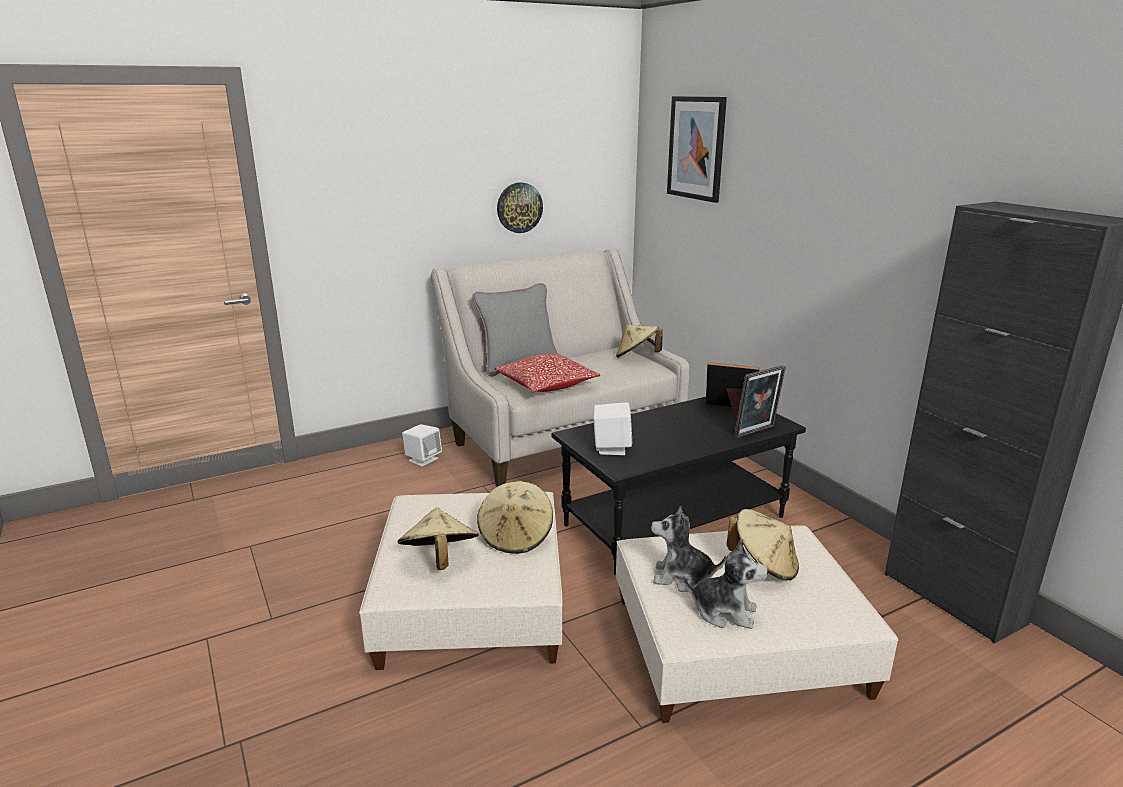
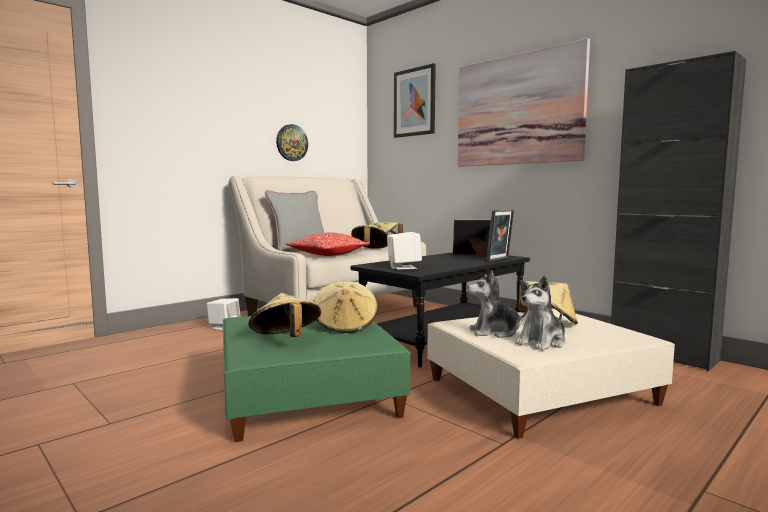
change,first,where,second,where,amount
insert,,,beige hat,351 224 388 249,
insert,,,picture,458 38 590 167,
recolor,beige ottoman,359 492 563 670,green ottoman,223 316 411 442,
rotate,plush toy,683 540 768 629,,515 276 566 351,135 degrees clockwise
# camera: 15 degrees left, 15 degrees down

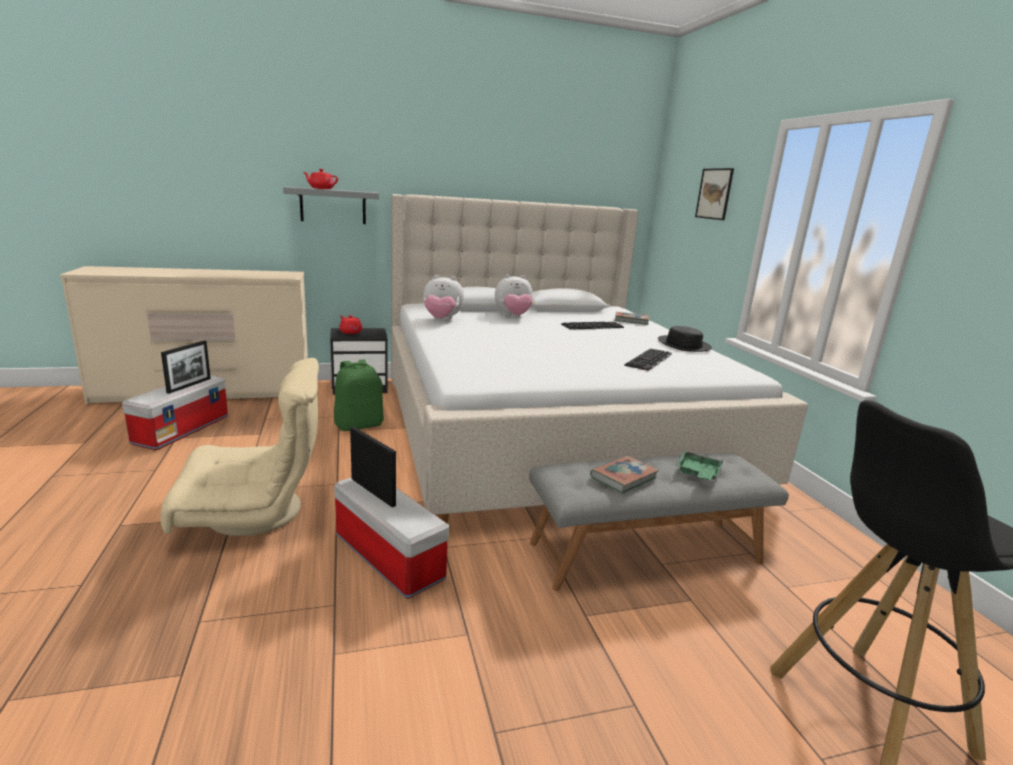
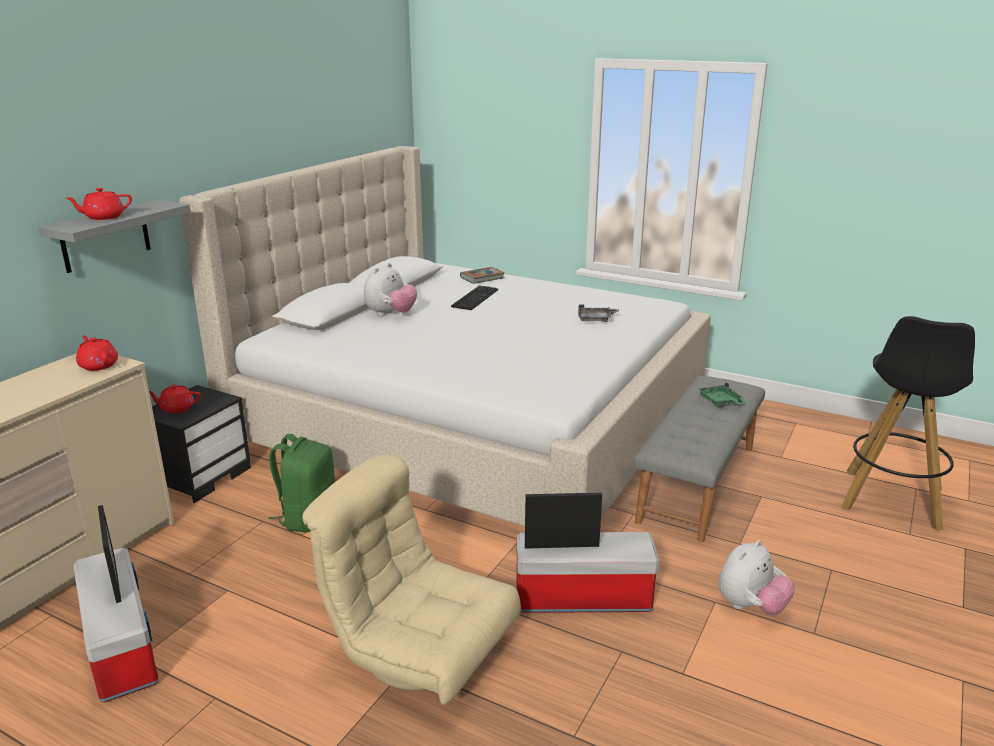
change,first,where,second,where,amount
delete,book,590 456 659 493,,,
delete,black hat,658 326 712 352,,,
delete,picture,695 168 734 220,,,
insert,,,red teapot,76 335 118 371,
move,plush toy,423 275 464 320,,718 540 795 615,
replace,keyboard,624 349 672 371,grey tray,578 304 619 322,
rotate,beige armchair,161 358 319 536,,302 454 521 705,90 degrees counterclockwise
# camera: 45 degrees left, 5 degrees up

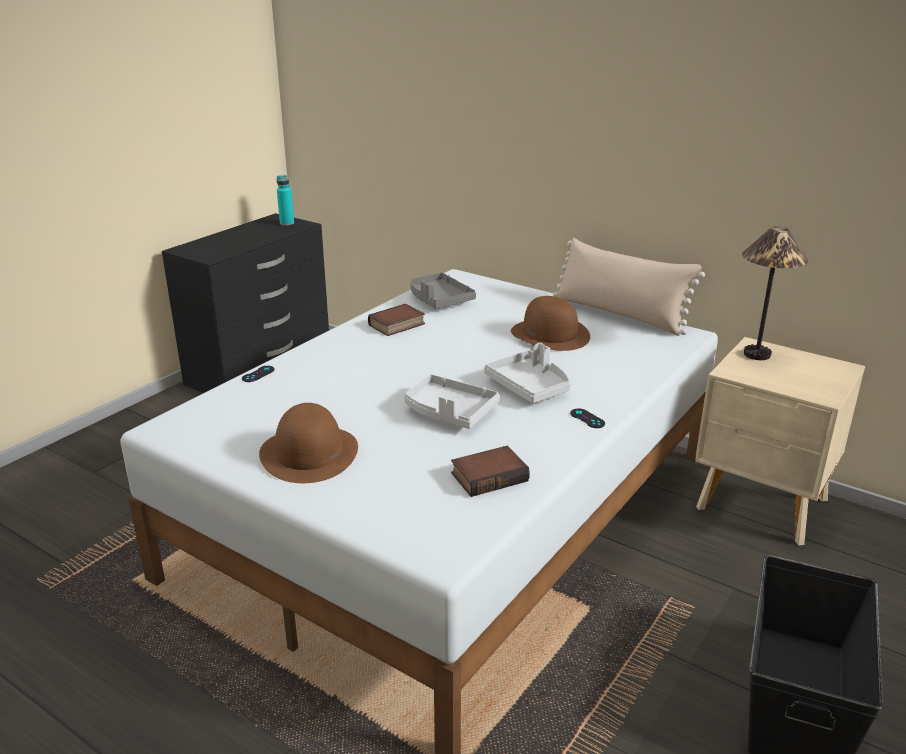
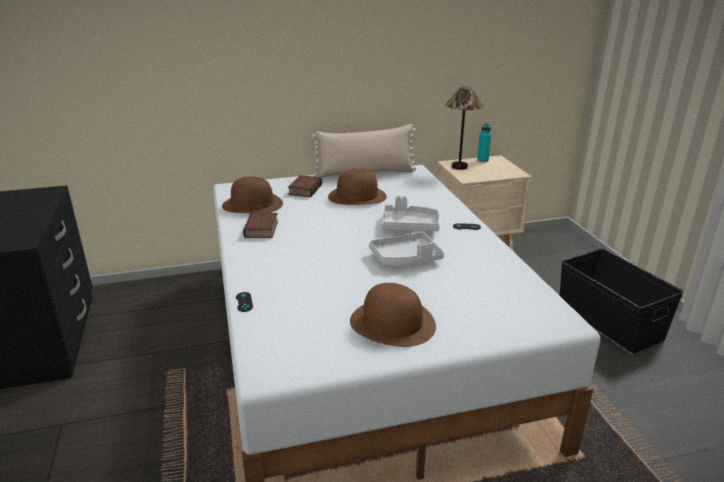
change,first,where,second,where,amount
move,turquoise bottle,277 175 294 226,,477 123 491 162,
move,book,451 446 530 497,,288 175 322 197,
replace,grey tray,410 272 476 309,brown hat,222 176 283 214,
# camera: 50 degrees left, 0 degrees up

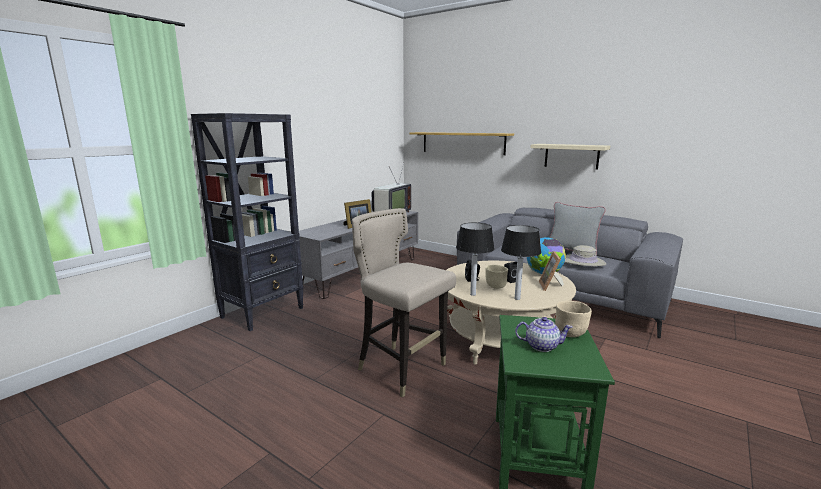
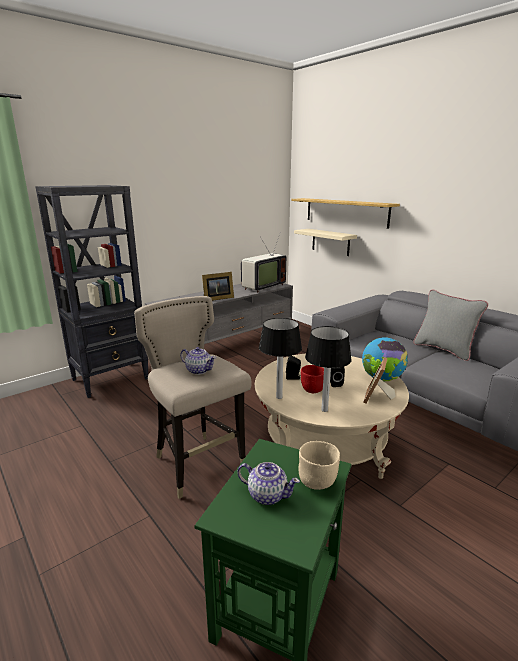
change,first,where,second,where,amount
delete,beige hat,565 245 607 266,,,
insert,,,teapot,180 347 216 375,
move,beige shelf,530 144 610 170,,294 229 357 256,
recolor,beige bowl,485 265 508 289,red bowl,301 365 324 393,
# camera: 15 degrees right, 5 degrees up

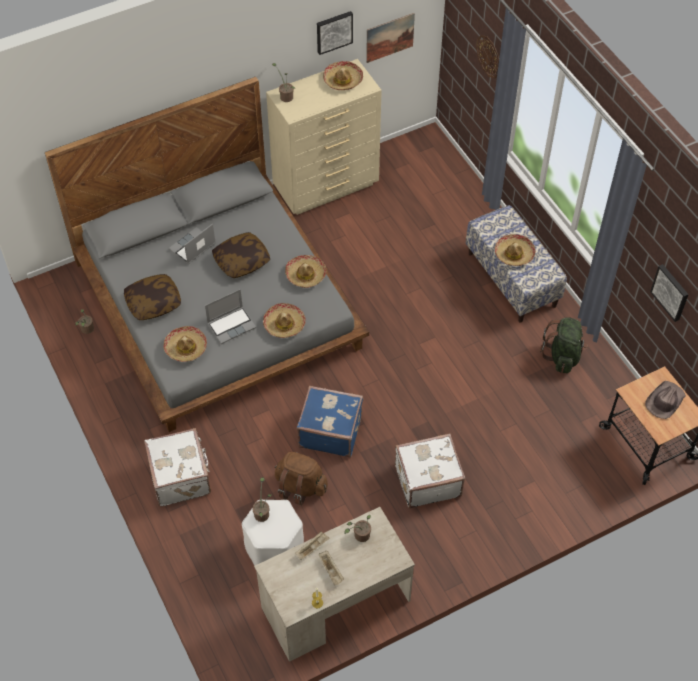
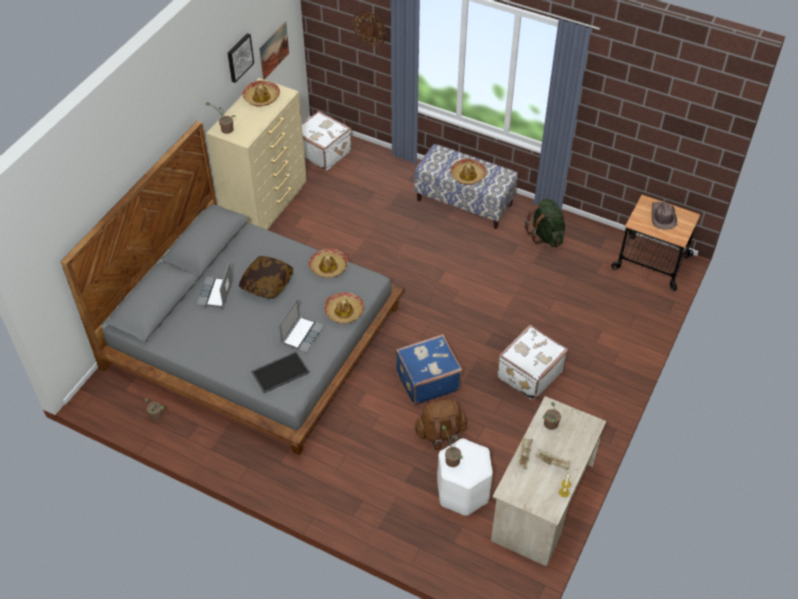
change,first,where,second,where,amount
delete,pillow,124 274 181 320,,,
delete,picture,650 264 689 322,,,
move,white suitcase,144 428 211 506,,302 111 352 171,
replace,hat,163 326 207 362,tray,251 351 310 393,
# camera: 35 degrees left, 5 degrees down

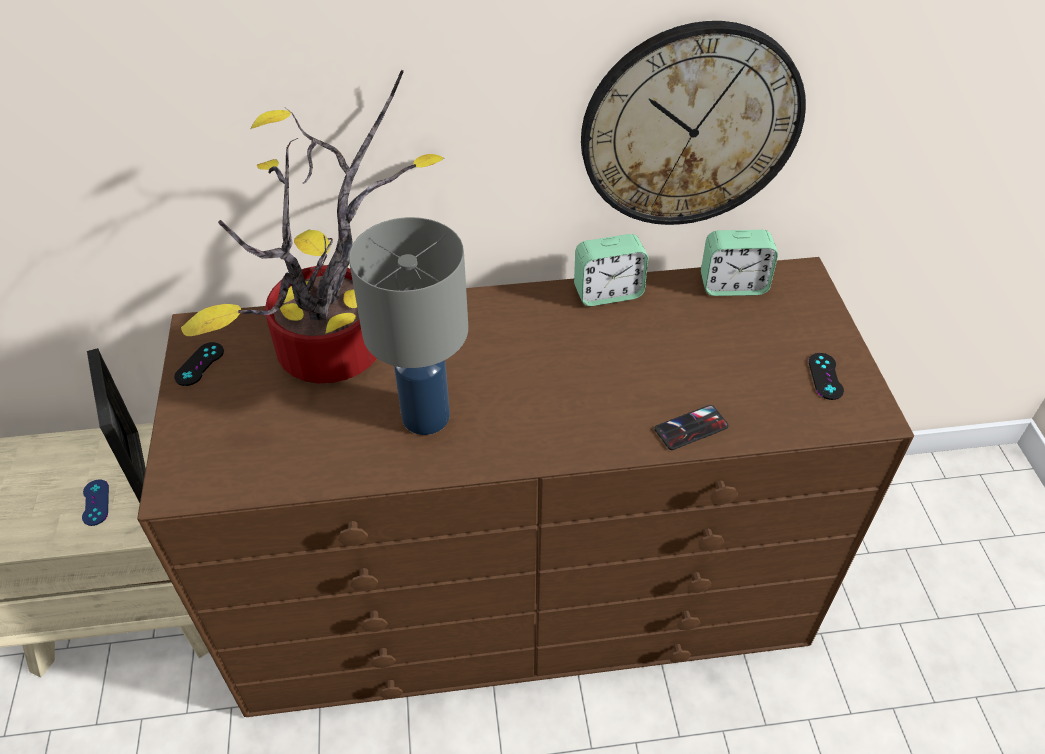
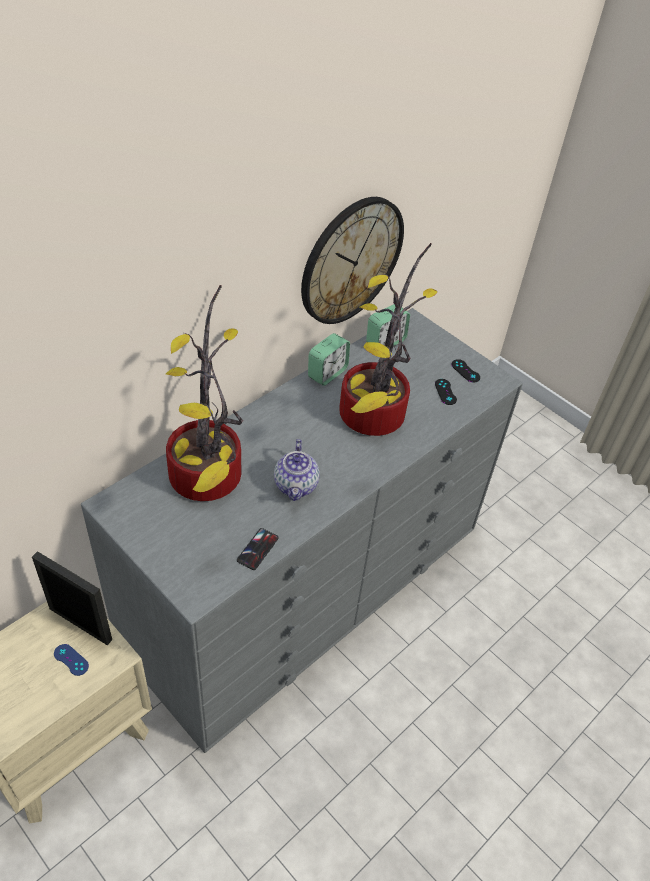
change,first,where,second,where,amount
insert,,,potted plant,339 243 437 436,
move,black game controller,174 342 224 386,,435 379 457 405,
move,phone,654 405 729 450,,237 528 279 570,
replace,grey table lamp,349 217 468 435,teapot,274 439 320 501,
recolor,brown dresser,137 257 914 717,grey dresser,81 308 523 753,
# camera: 40 degrees left, 0 degrees up

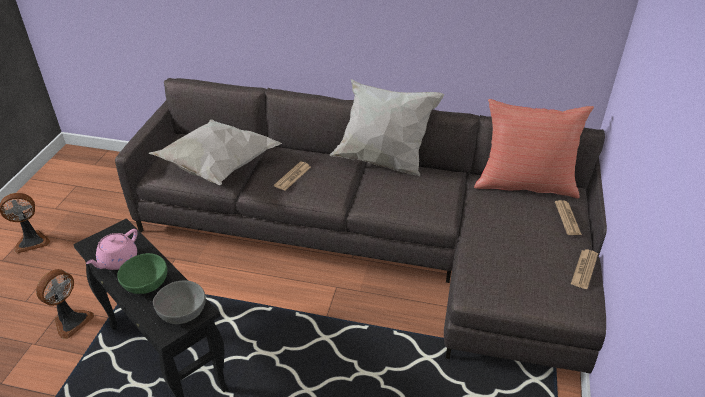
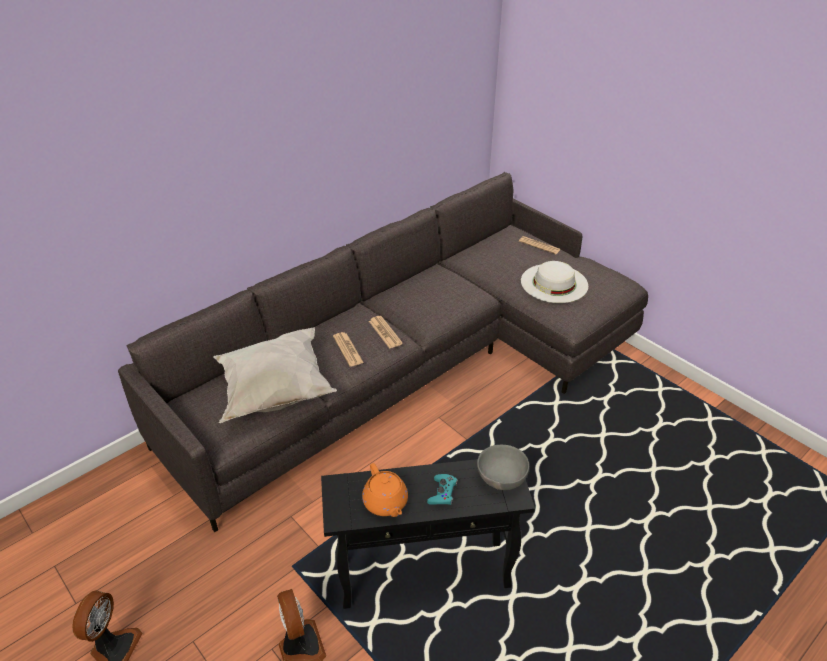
change,first,where,second,where,amount
delete,white pillow,330 79 444 176,,,
delete,red pillow,474 99 594 198,,,
insert,,,white hat,521 261 588 303,
move,newspaper,571 250 598 289,,369 316 403 349,
replace,green bowl,117 253 167 294,turquoise game controller,427 474 458 505,
recolor,pink teapot,86 229 138 270,orange teapot,362 463 408 517,
# camera: 55 degrees left, 0 degrees up

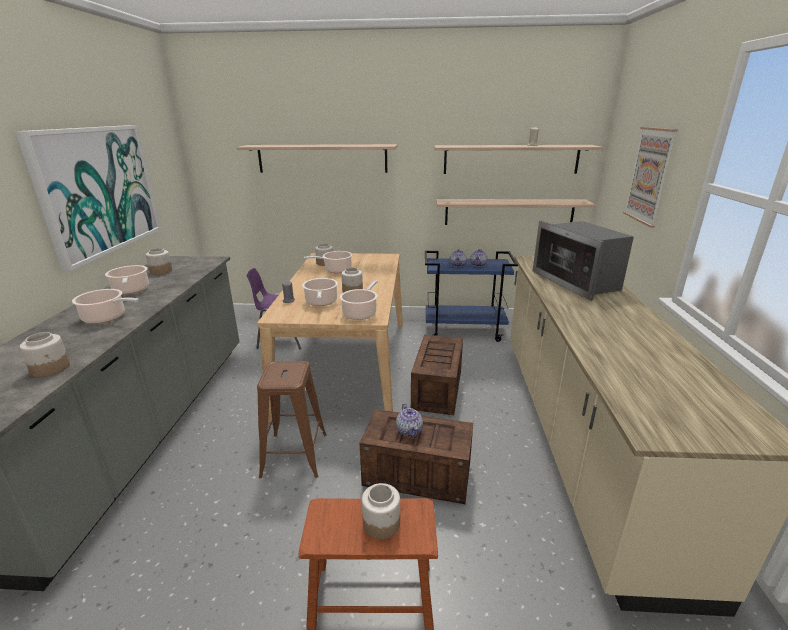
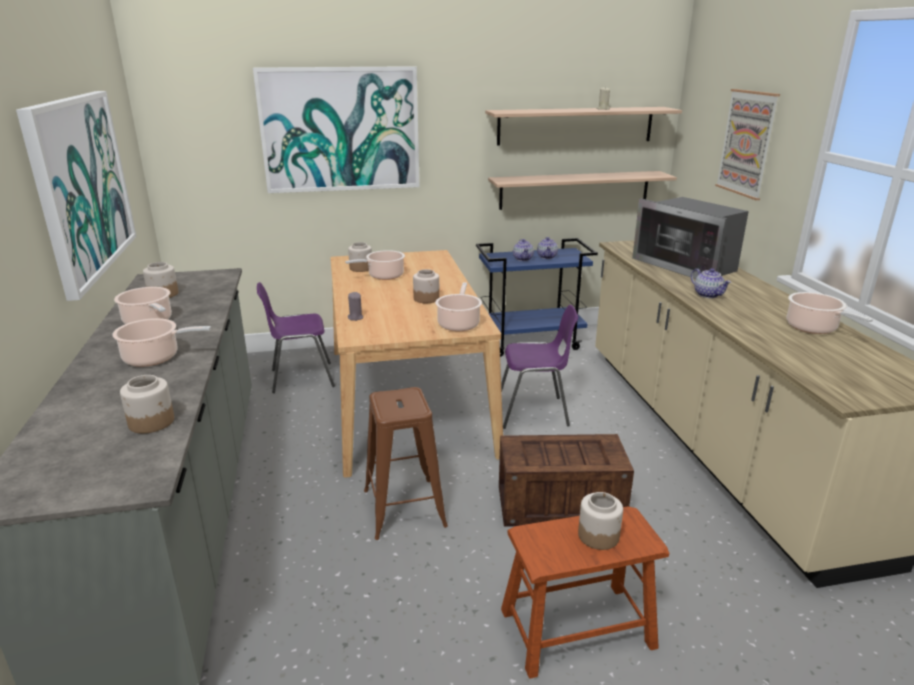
change,first,where,second,where,amount
move,cooking pot,302 278 338 306,,787 292 873 334,
move,teapot,396 403 423 437,,691 268 731 298,
replace,shelf,236 144 397 173,picture,253 66 420 193,
replace,crate,411 335 463 415,purple chair,501 305 578 429,
# camera: 15 degrees left, 0 degrees up

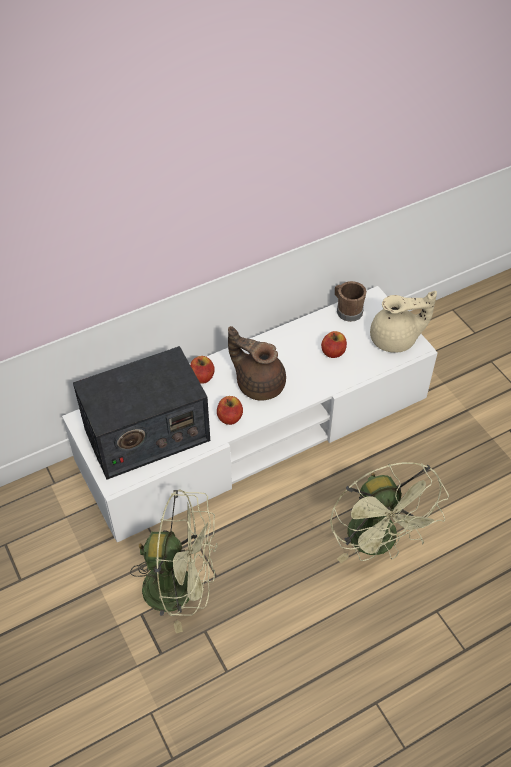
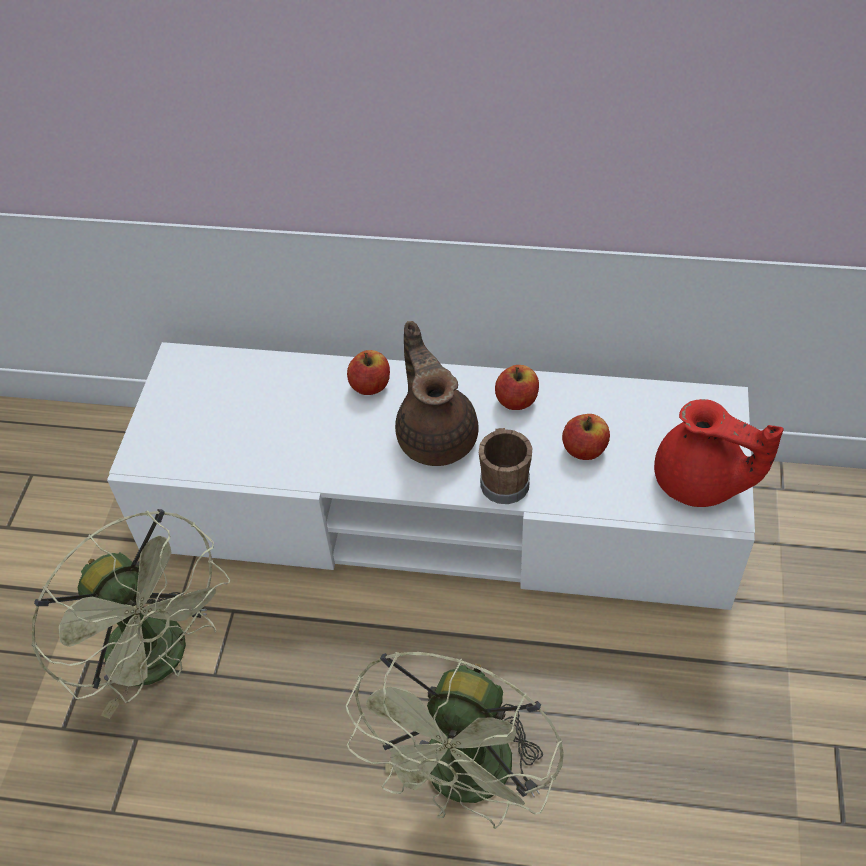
change,first,where,second,where,amount
delete,radio,73 346 210 480,,,
move,apple,217 396 243 425,,495 365 539 410,
move,brown mug,335 281 367 322,,479 428 532 504,
recolor,beige teapot,370 291 437 352,red teapot,654 399 784 507,
# camera: 40 degrees right, 0 degrees up

